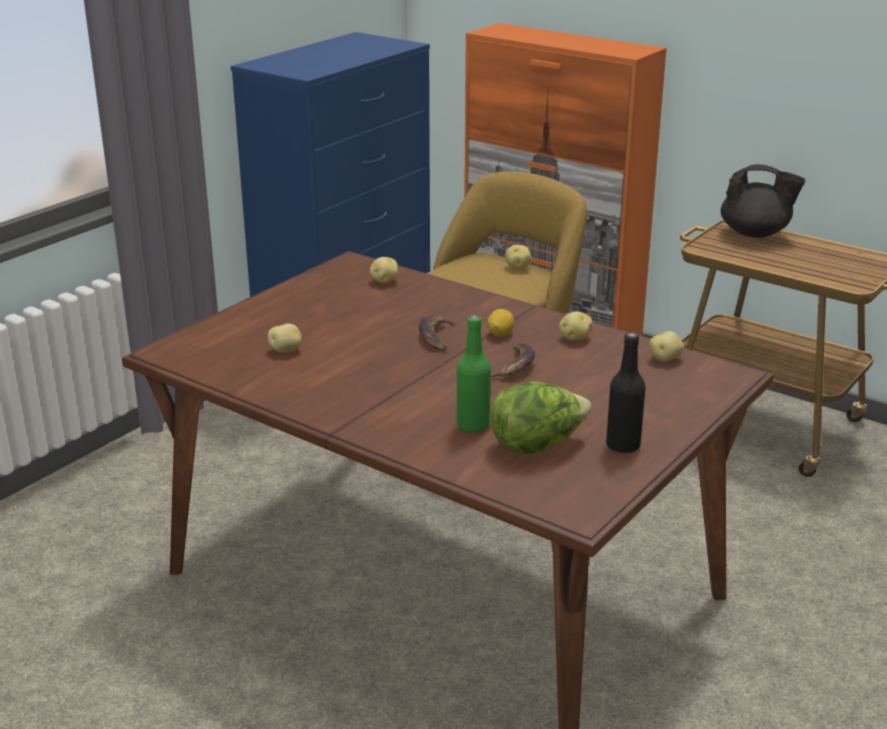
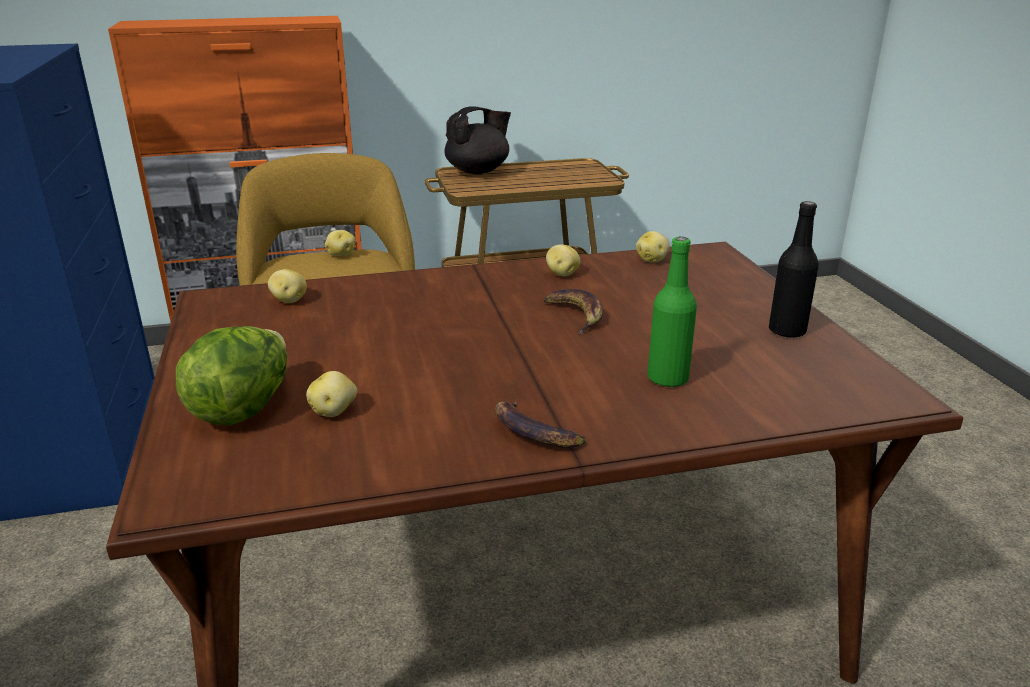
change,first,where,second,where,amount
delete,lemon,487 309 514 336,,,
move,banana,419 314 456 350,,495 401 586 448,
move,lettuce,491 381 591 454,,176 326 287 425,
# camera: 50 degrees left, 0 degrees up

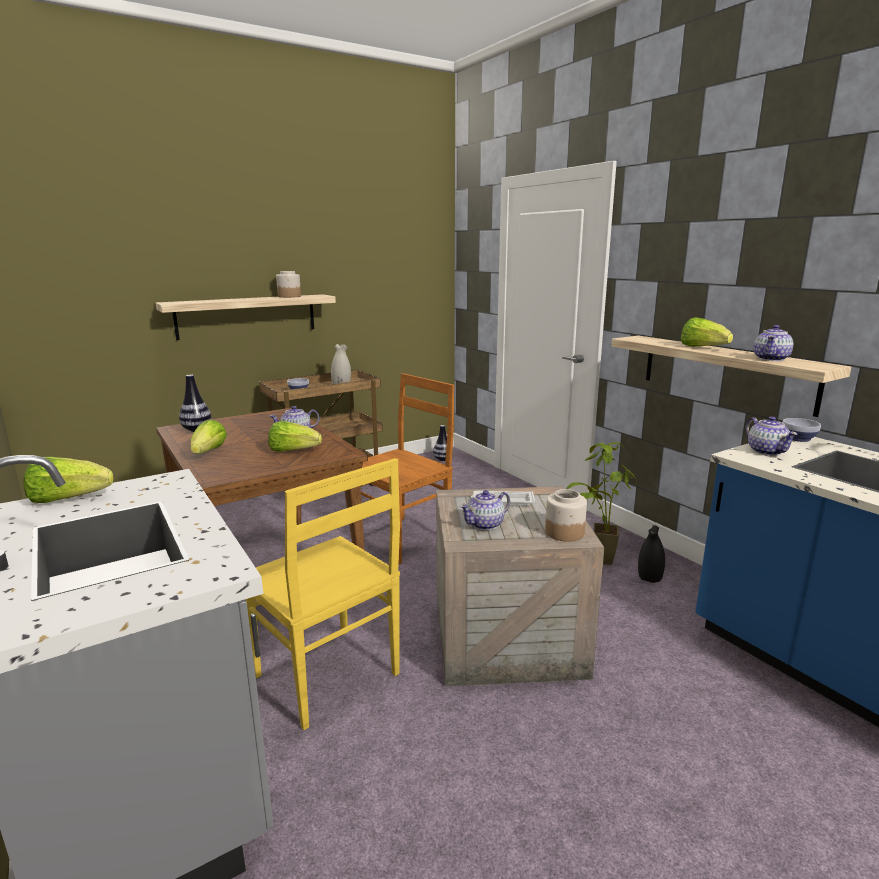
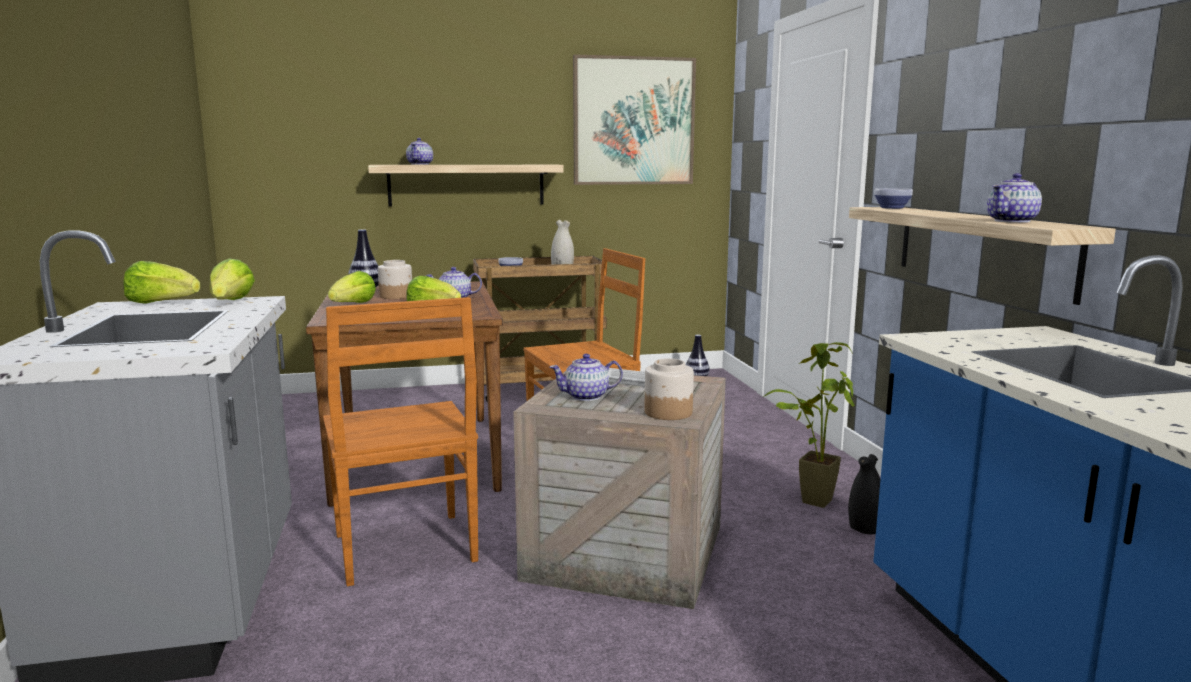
change,first,where,second,where,amount
insert,,,picture,573 54 696 185,
move,jar,276 271 301 298,,378 260 412 299,
move,lettuce,681 317 733 347,,210 258 255 300,
move,teapot,745 416 798 456,,406 138 433 165,
move,bowl,782 418 821 442,,874 188 913 209,
recolor,yellow chair,245 458 400 730,brown chair,323 297 478 586,
# camera: 20 degrees right, 5 degrees down

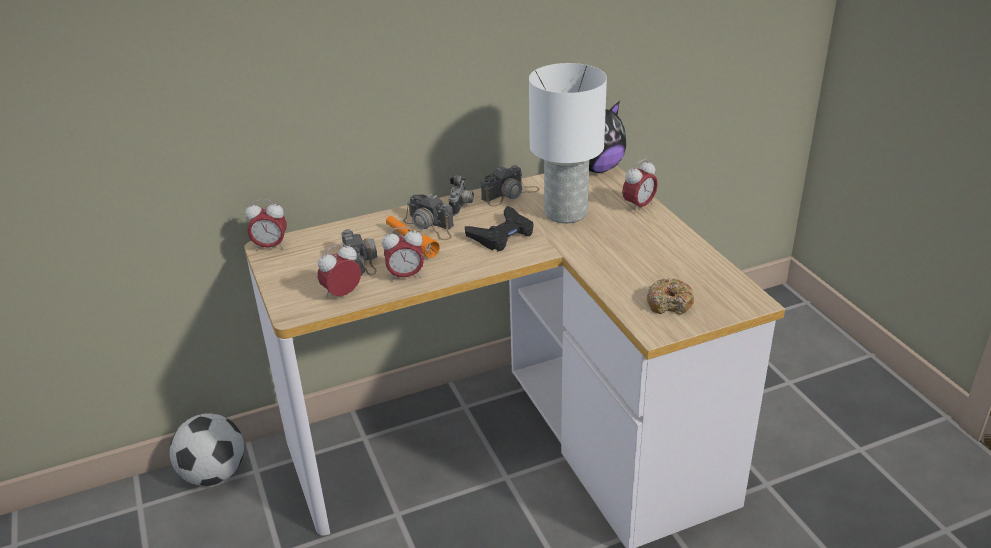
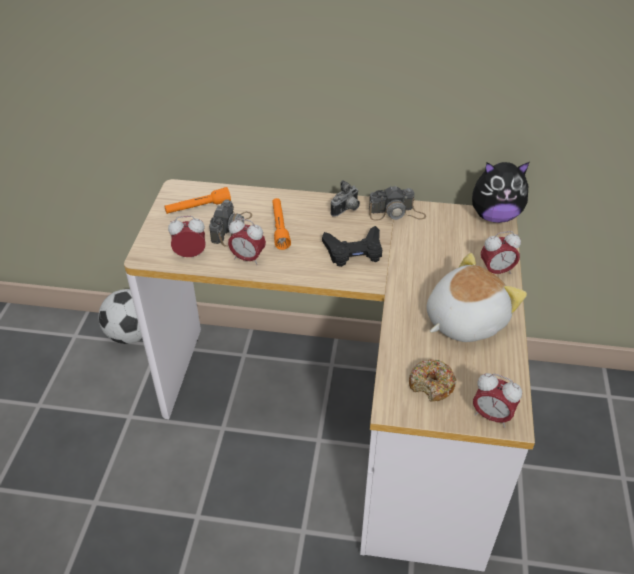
change,first,where,second,where,amount
delete,photo camera,403 194 454 240,,,
delete,white table lamp,529 63 607 223,,,
insert,,,orange flashlight,165 187 231 214,
insert,,,plush toy,426 253 527 342,
move,alarm clock,245 199 287 251,,473 373 522 428,
# camera: 30 degrees right, 10 degrees up

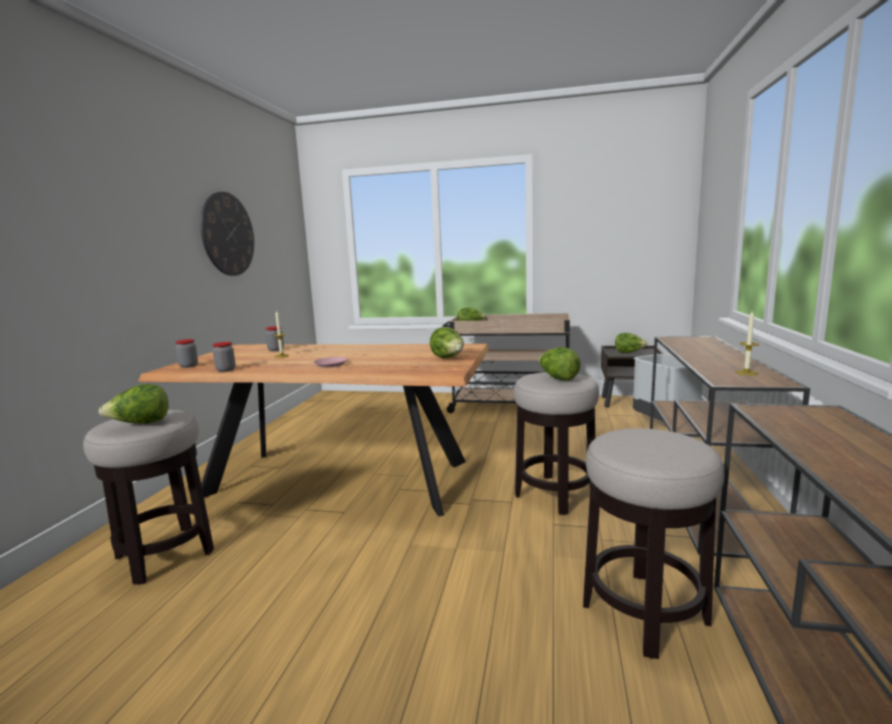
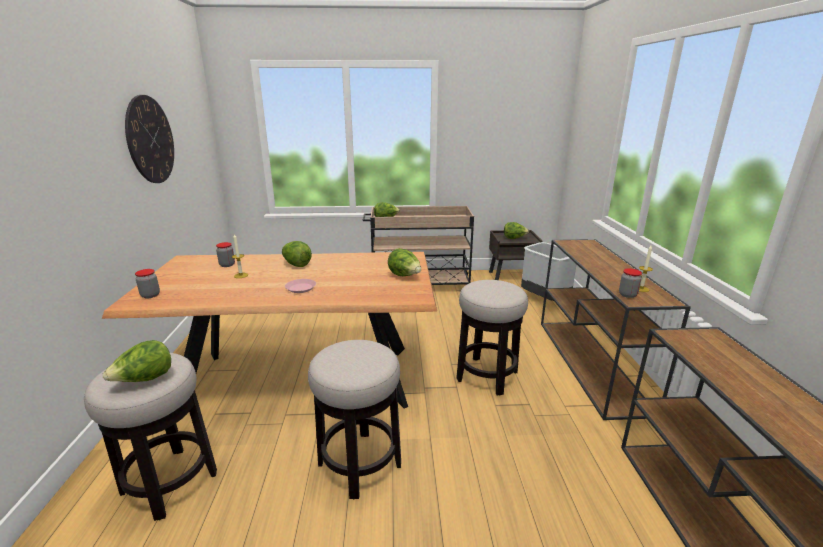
change,first,where,second,where,amount
move,jar,213 342 236 372,,619 268 642 298,
move,lettuce,538 347 581 381,,282 241 312 267,
move,stool,583 428 725 659,,308 340 401 499,
# camera: 15 degrees left, 10 degrees up

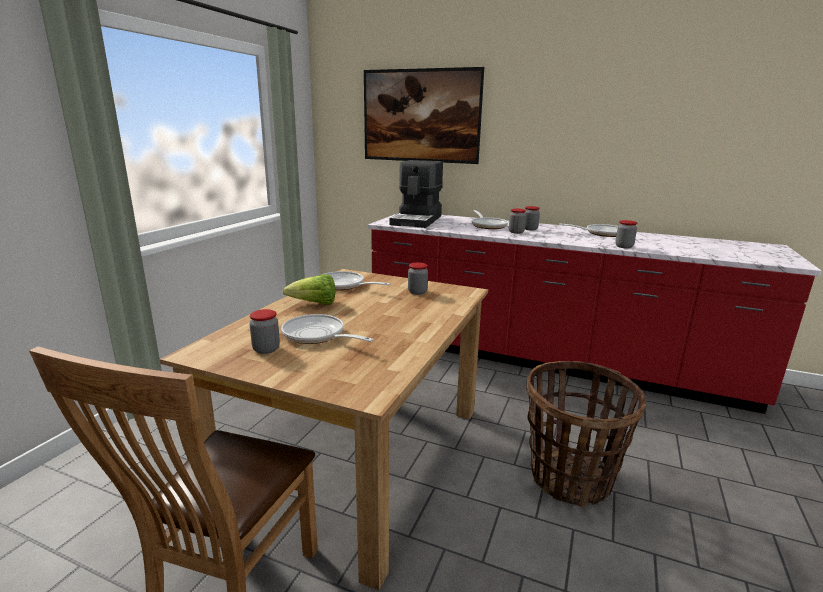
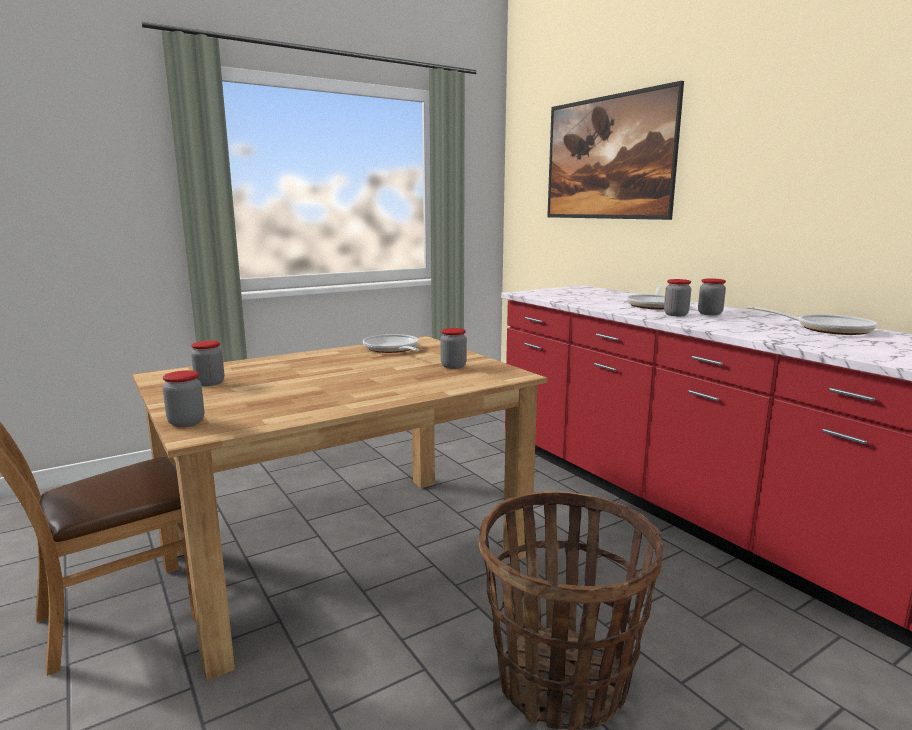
change,first,where,second,where,amount
delete,frying pan,281 314 374 344,,,
delete,lettuce,282 274 335 305,,,
delete,coffee machine,390 160 443 228,,,
move,jar,615 220 637 248,,163 370 204 427,
# camera: 35 degrees right, 5 degrees down

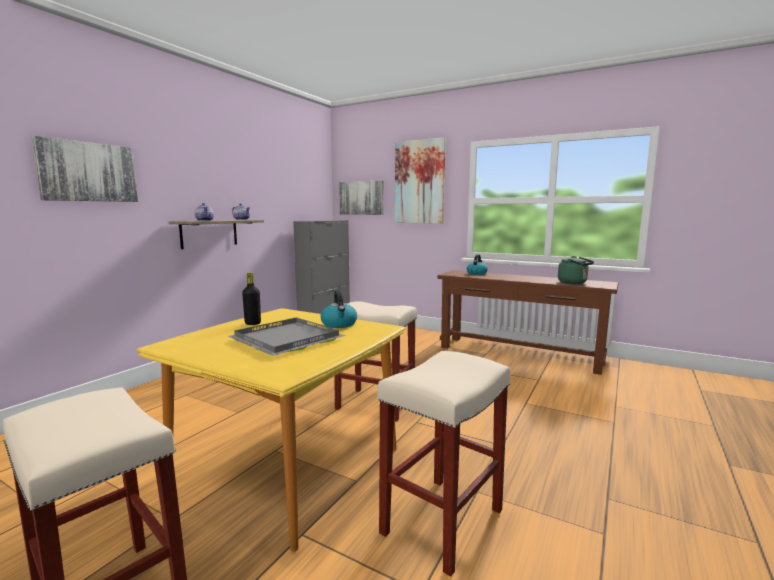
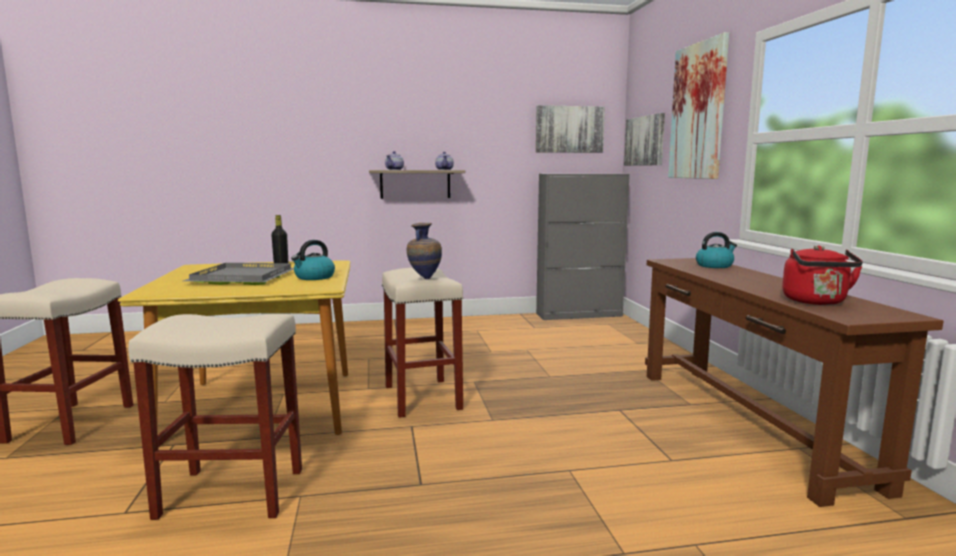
change,first,where,second,where,amount
insert,,,vase,407 223 442 280,
move,picture,32 136 138 202,,536 105 605 153,
recolor,green kettle,558 256 594 284,red kettle,782 245 863 305,
# camera: 50 degrees right, 0 degrees up

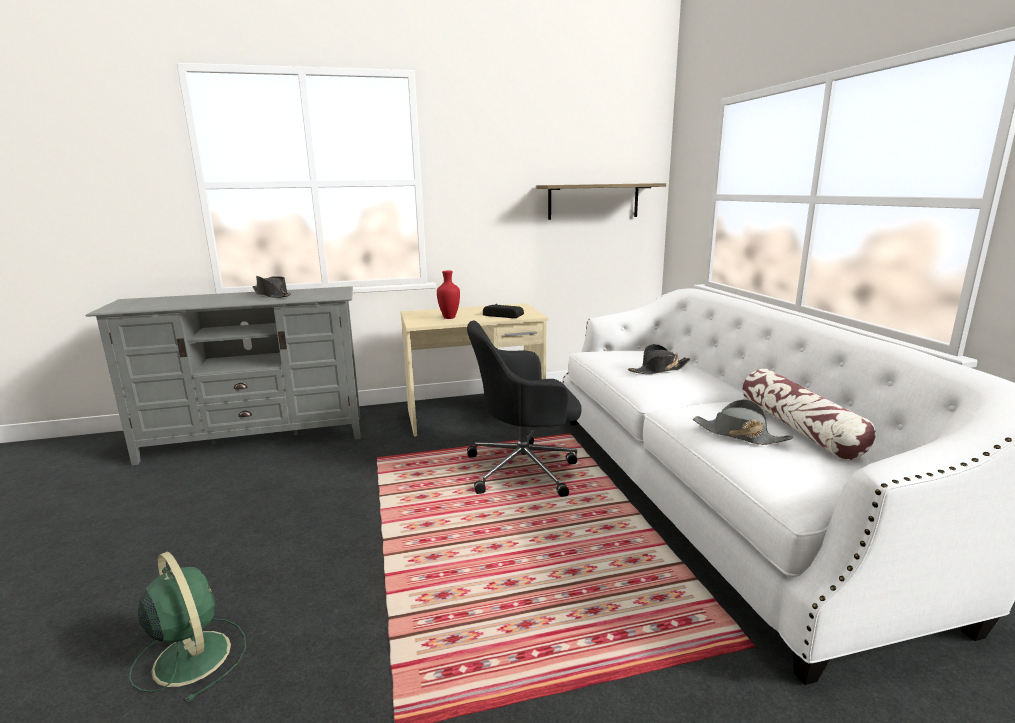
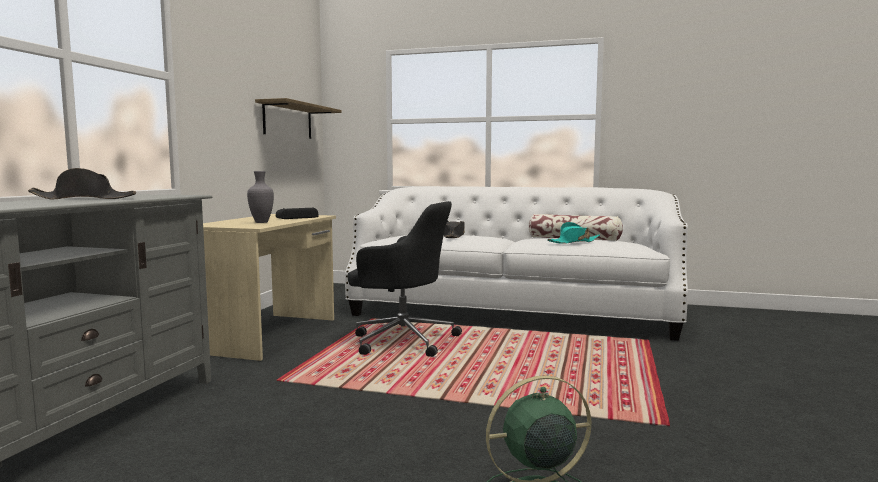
change,first,where,second,where,amount
recolor,red vase,437 271 460 319,grey vase,247 171 274 223,
recolor,grey hat,693 399 793 445,turquoise hat,547 222 600 244,
rotate,black office chair,467 321 582 497,,348 201 462 357,90 degrees counterclockwise
# camera: 60 degrees left, 10 degrees down

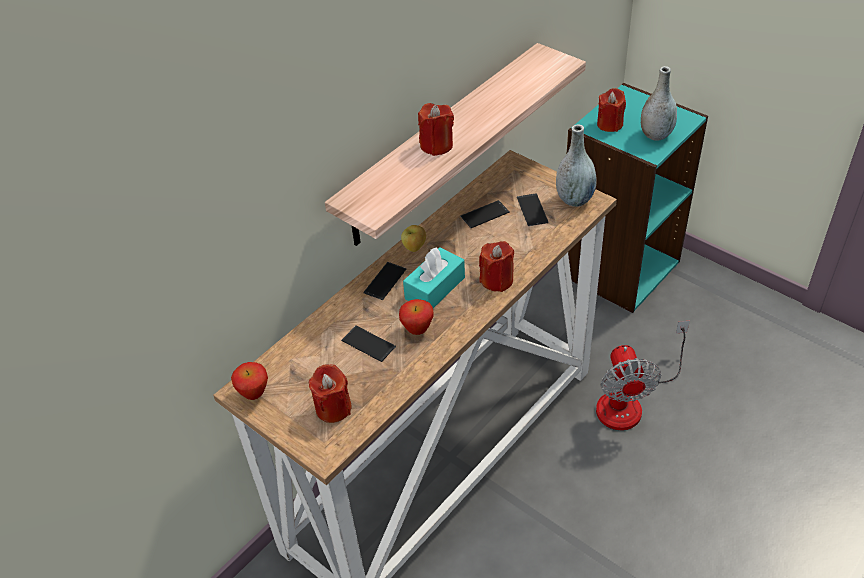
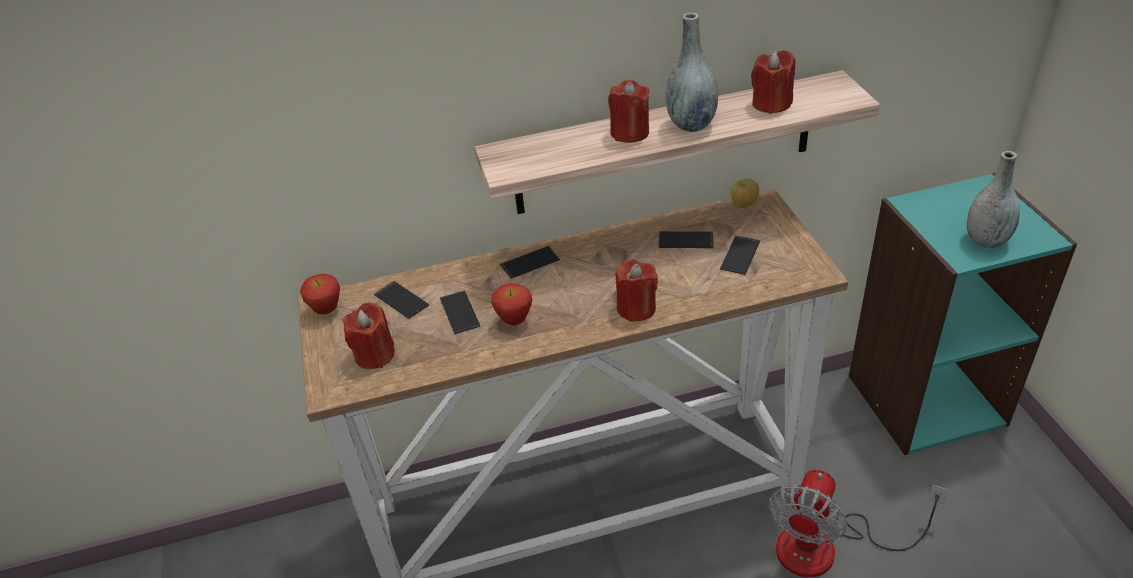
change,first,where,second,where,amount
delete,turquoise tissue box,403 247 465 308,,,
insert,,,phone,374 281 429 319,
move,apple,401 225 426 252,,731 179 759 208,
move,grey vase,556 124 597 207,,666 13 718 132,
move,red candle,597 88 626 132,,751 50 795 114,
# camera: 35 degrees right, 5 degrees down

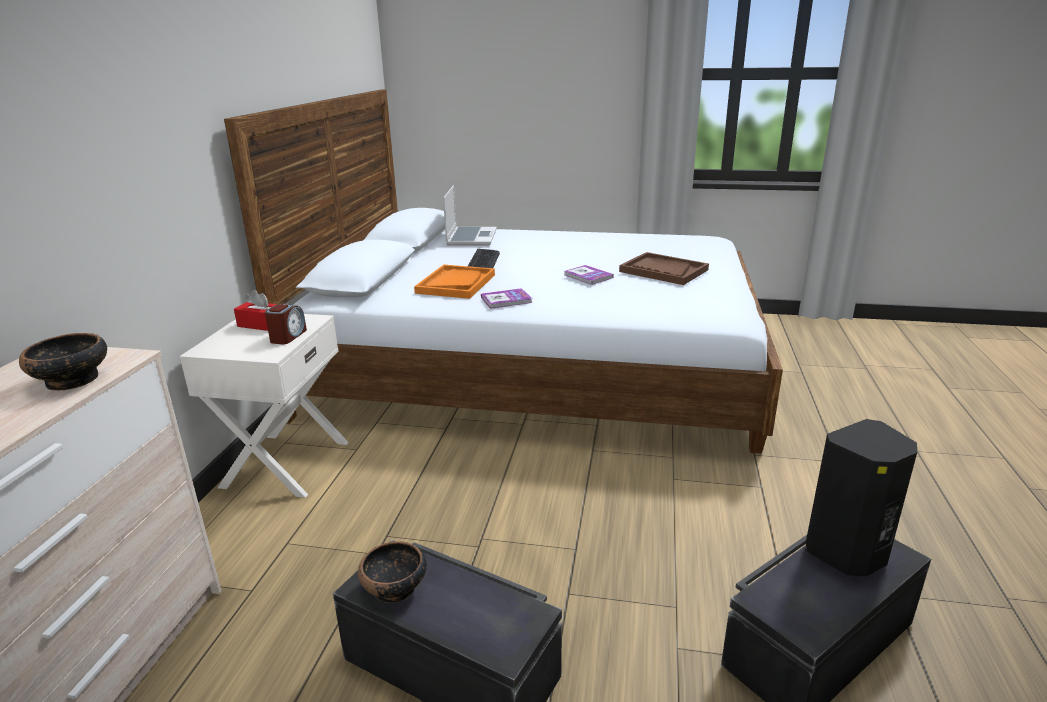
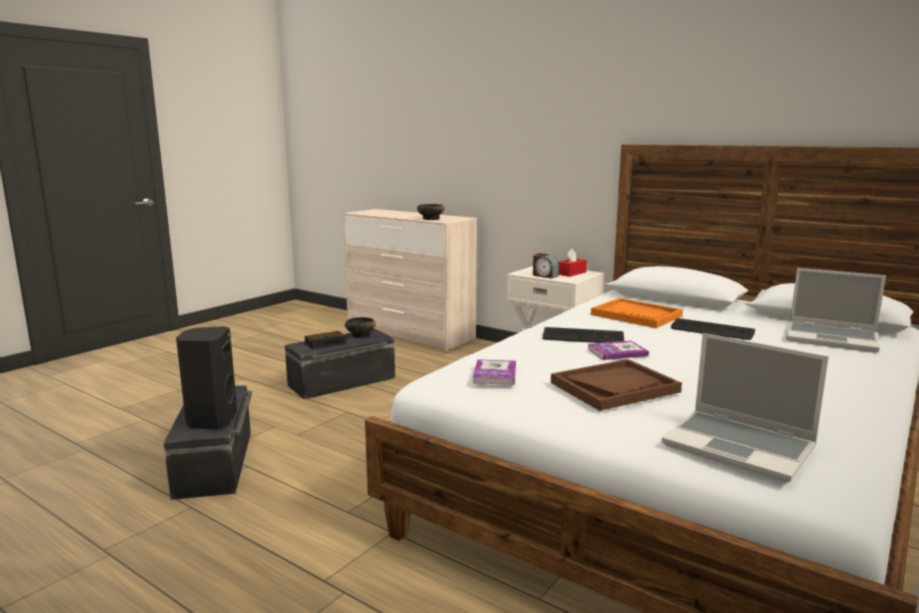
change,first,where,second,where,amount
insert,,,alarm clock,305 331 347 349,
insert,,,keyboard,543 327 624 343,
insert,,,laptop,662 333 829 482,
move,book,481 288 533 309,,473 359 516 385,
# camera: 115 degrees right, 10 degrees down

